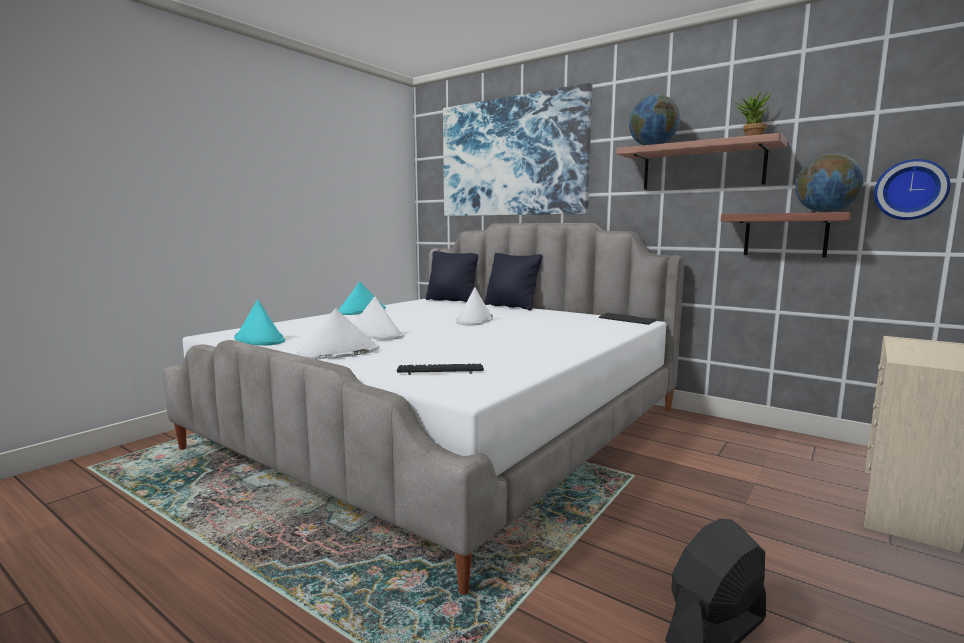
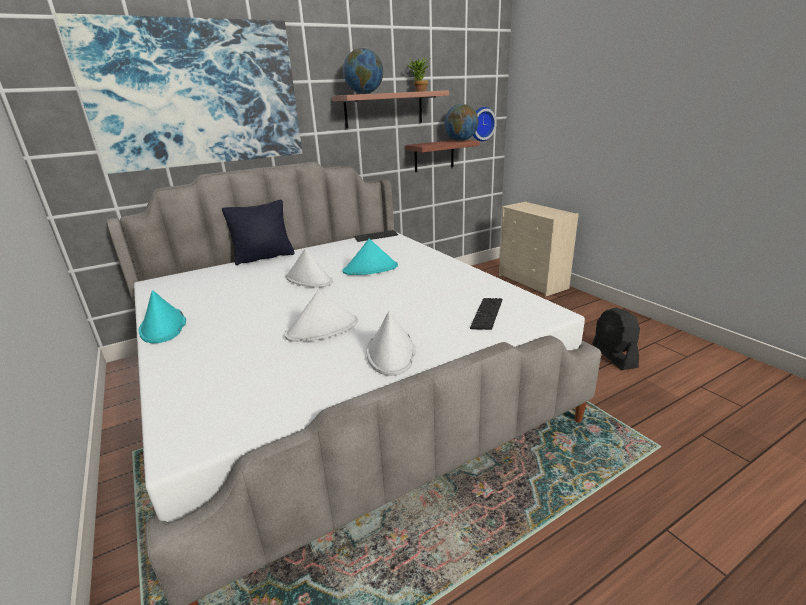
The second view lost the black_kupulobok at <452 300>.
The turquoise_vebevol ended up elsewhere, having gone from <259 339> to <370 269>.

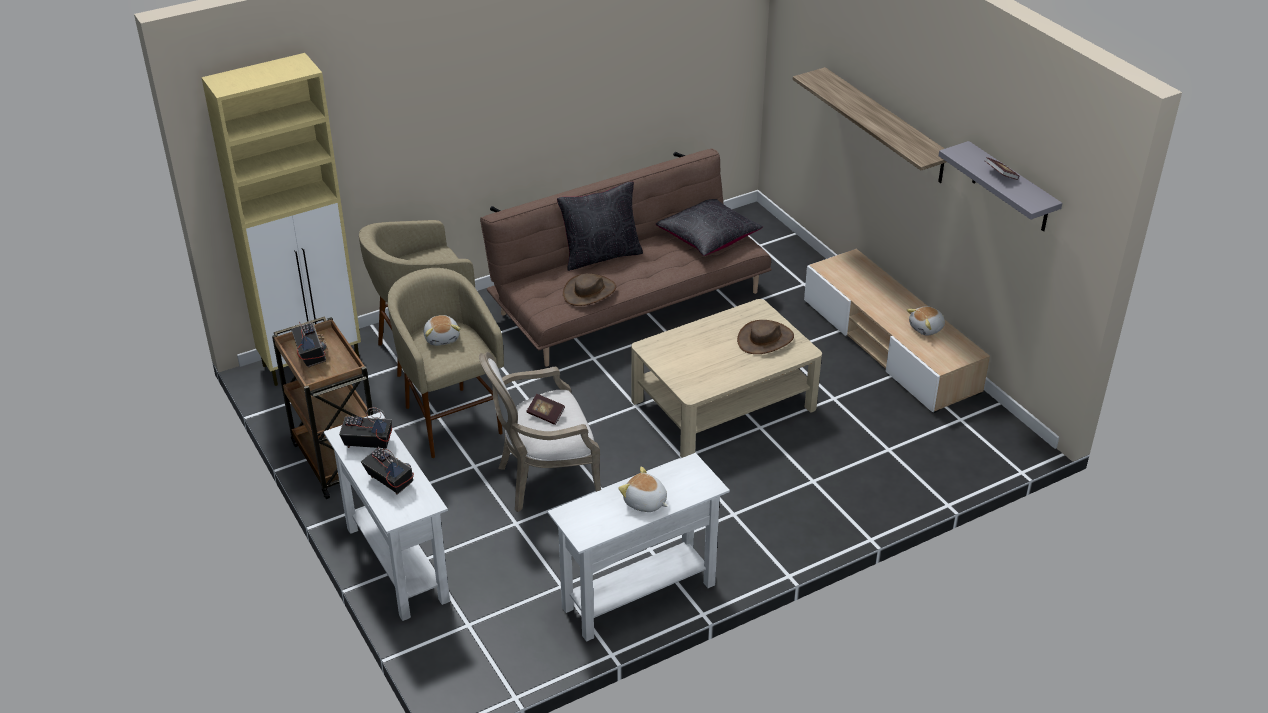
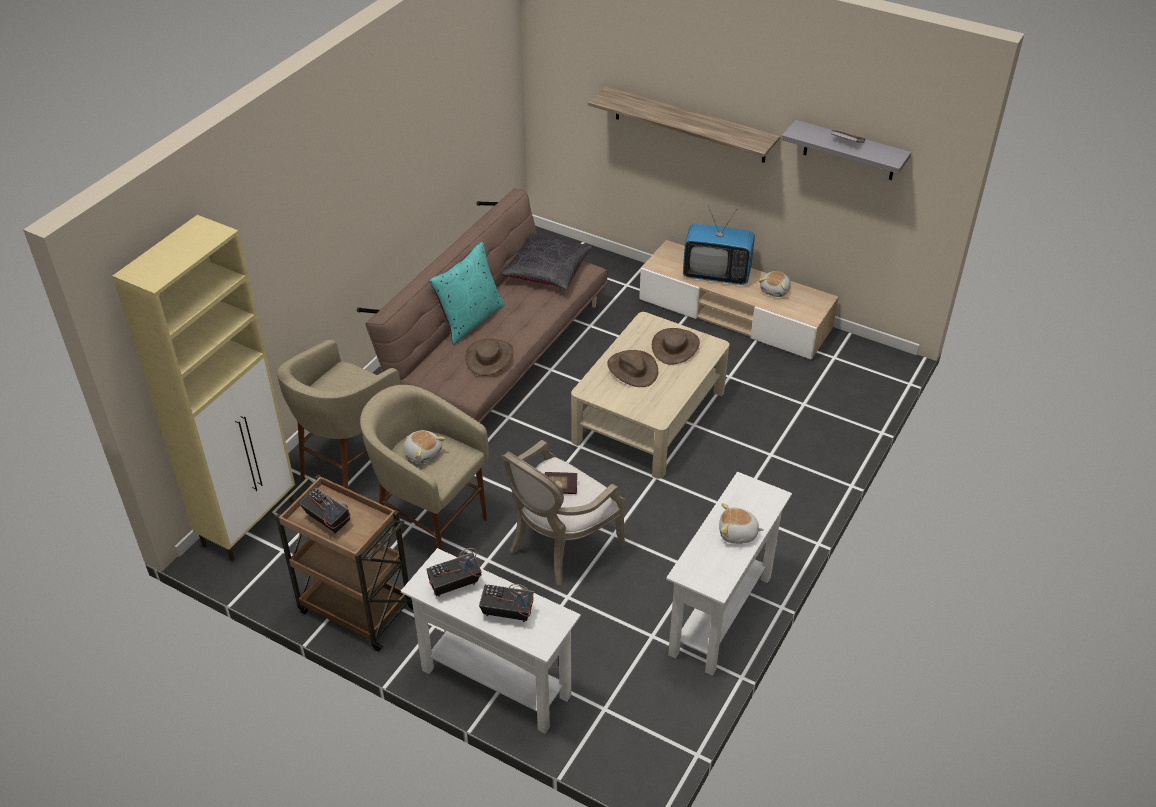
The second view gained the brown_vebevol at <632 369>.
The second view gained the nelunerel at <716 274>.
What was the black_kupulobok at <601 256> turned into the turquoise_kupulobok at <470 320>.

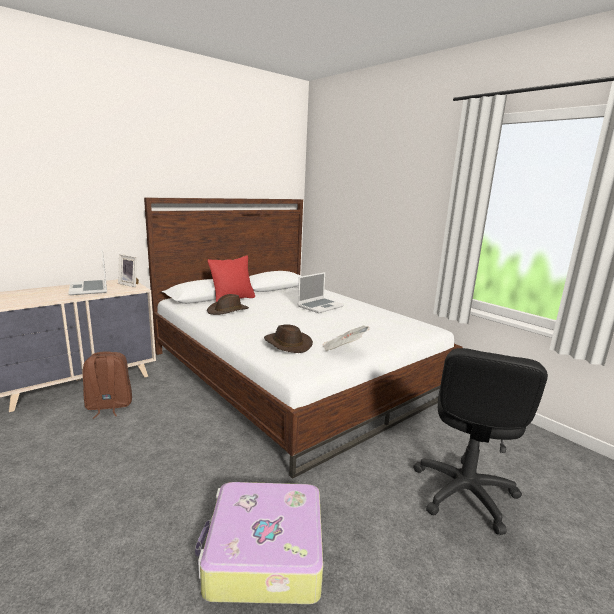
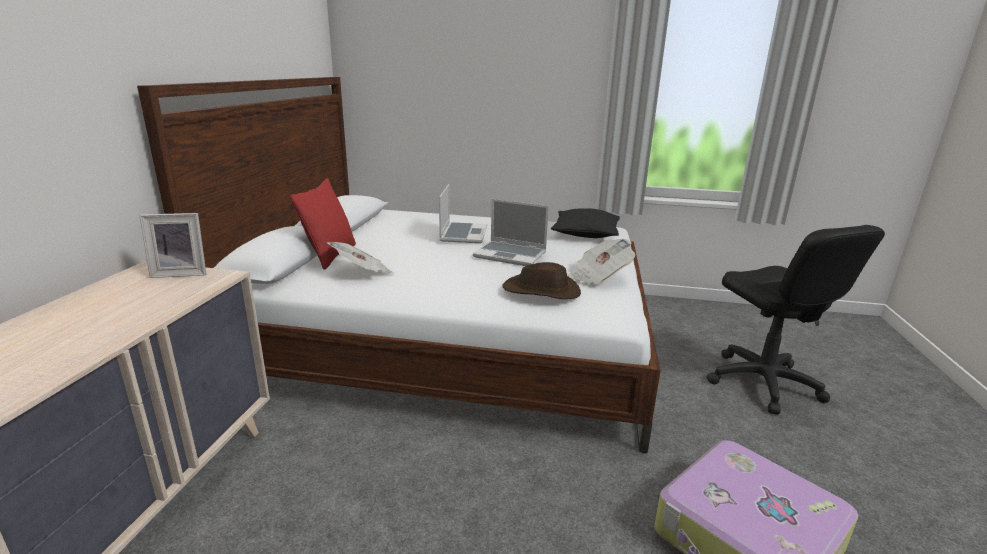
The second view lost the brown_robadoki at <108 406>.
The second view gained the black_kupulobok at <585 234>.
The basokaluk ended up elsewhere, having gone from <89 289> to <511 255>.
Where the brown_vebevol stood at <228 310>, the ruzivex came to stand at <363 273>.

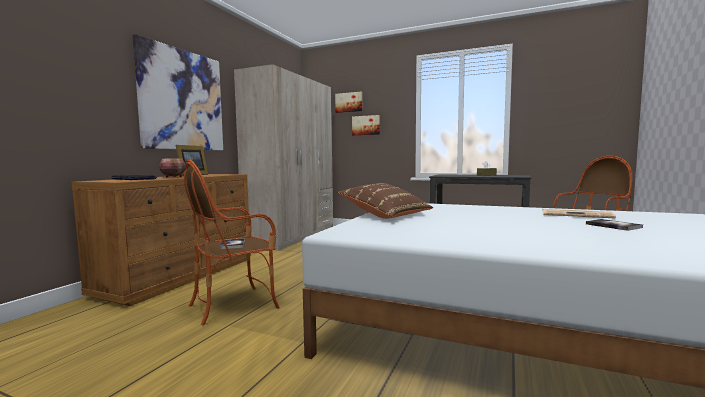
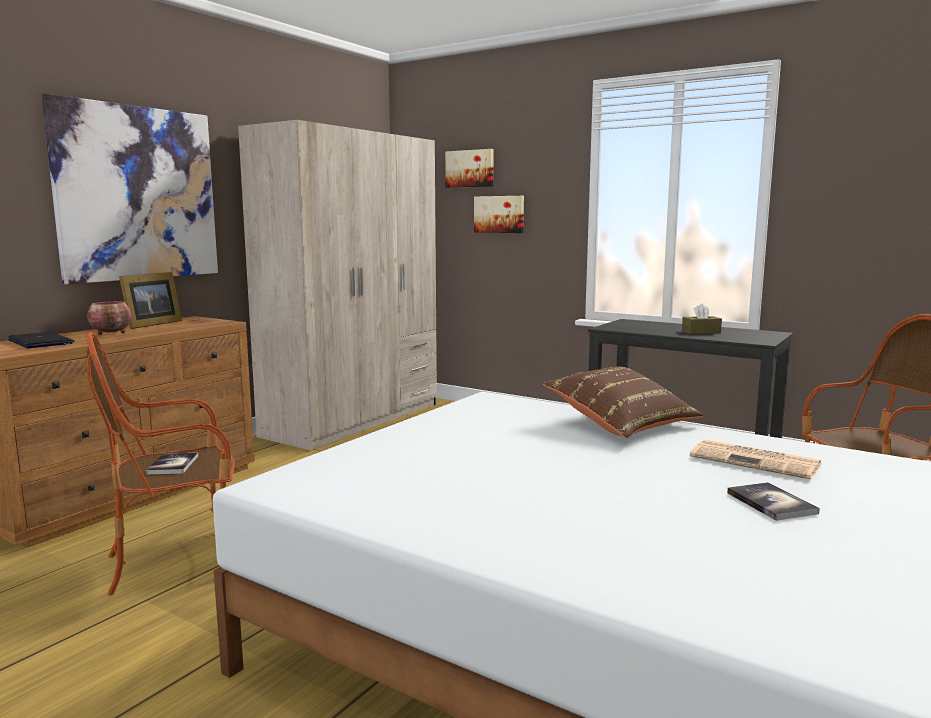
The brown_kupulobok ended up elsewhere, having gone from <385 215> to <620 423>.

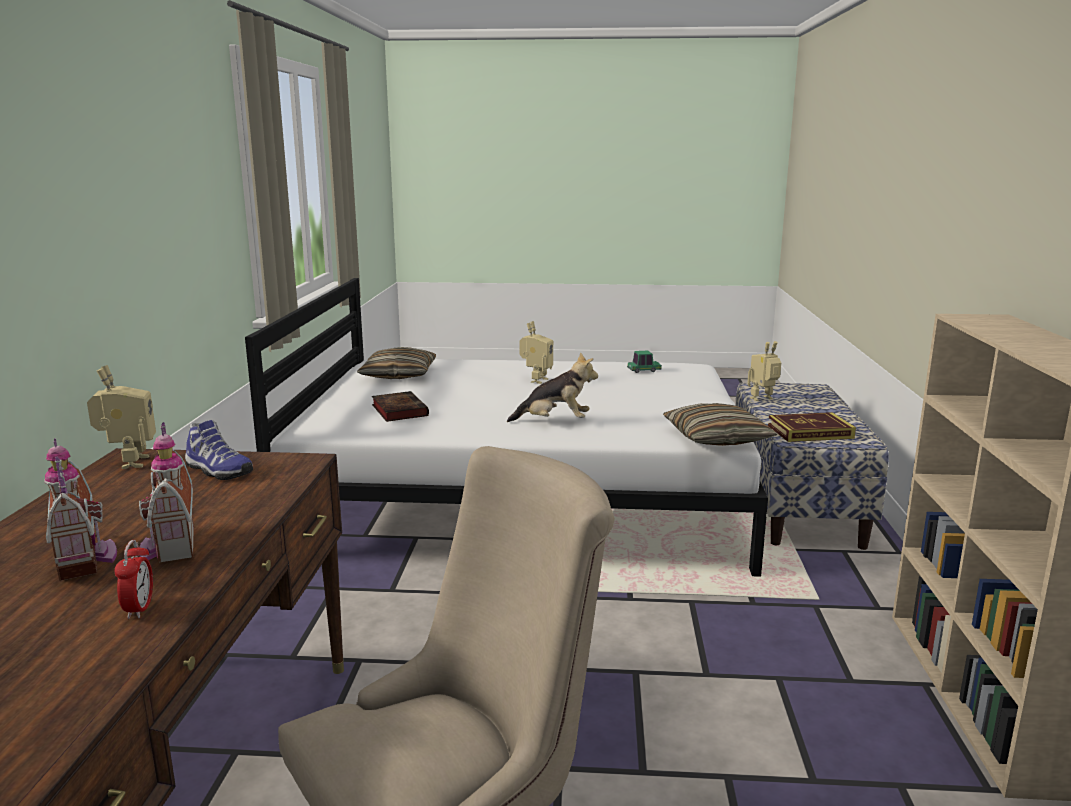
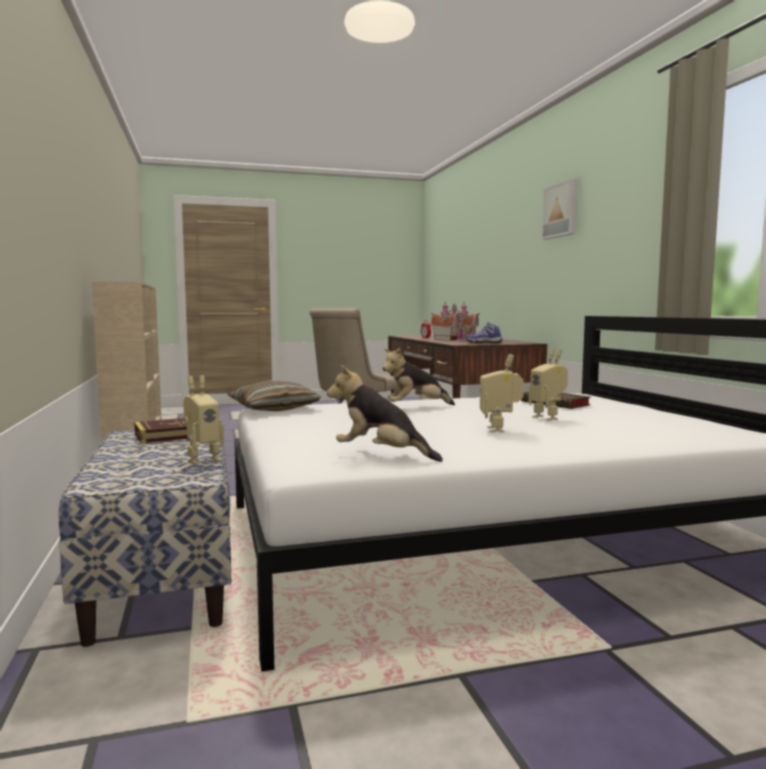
The second view lost the kupulobok at <399 374>.
The second view gained the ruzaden at <561 210>.
The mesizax ended up elsewhere, having gone from <129 462> to <548 417>.
Where the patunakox stood at <644 370>, the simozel came to stand at <381 455>.

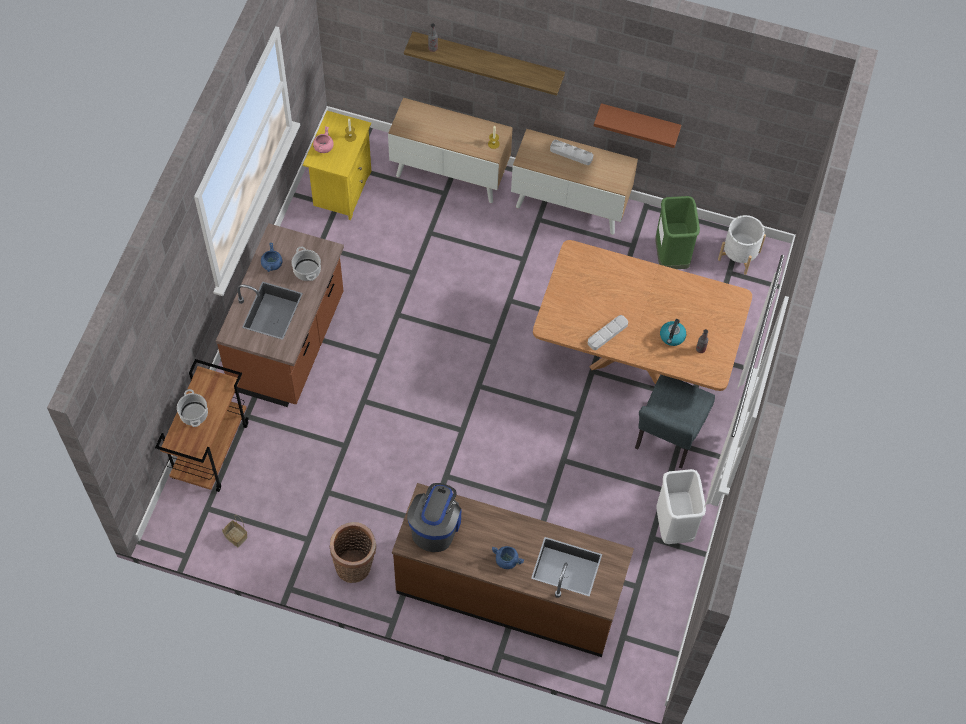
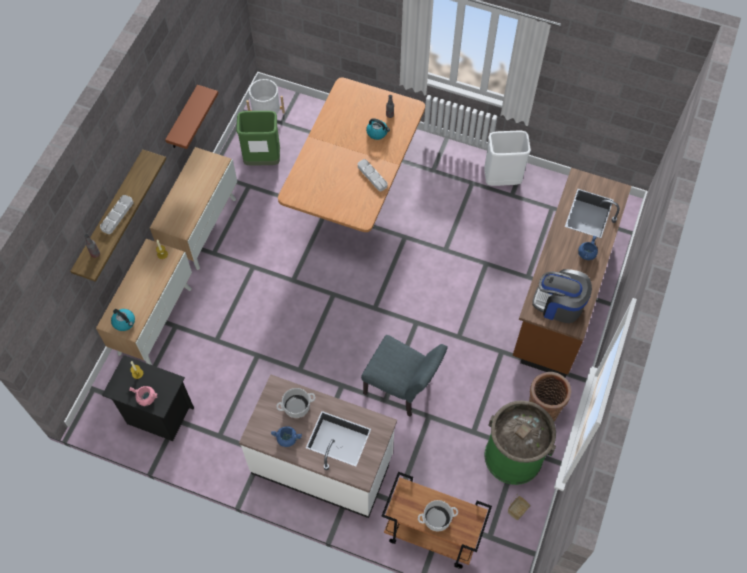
The second view gained the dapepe at <124 322>.
The second view gained the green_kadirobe at <513 456>.
The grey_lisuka ended up elsewhere, having gone from <571 154> to <117 216>.
The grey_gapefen ended up elsewhere, having gone from <667 439> to <402 389>.
What was the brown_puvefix at <289 343> turned into the white_puvefix at <322 463>.
What was the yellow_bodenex at <341 189> turned into the black_bodenex at <158 415>.

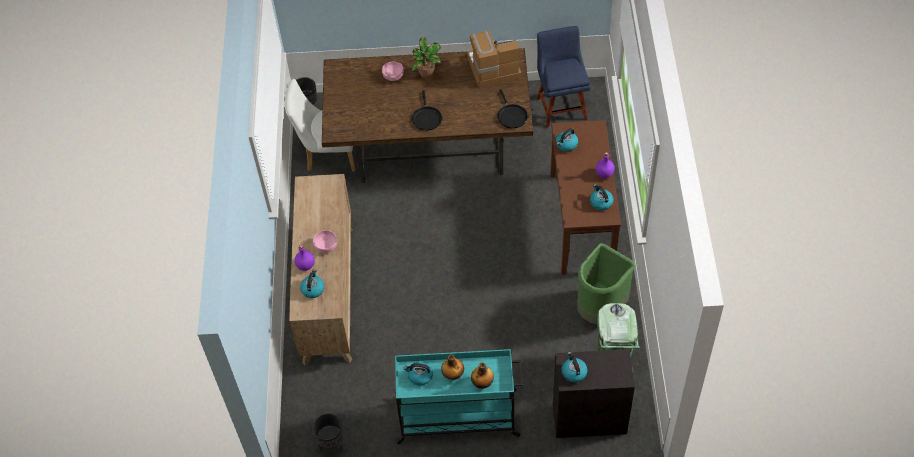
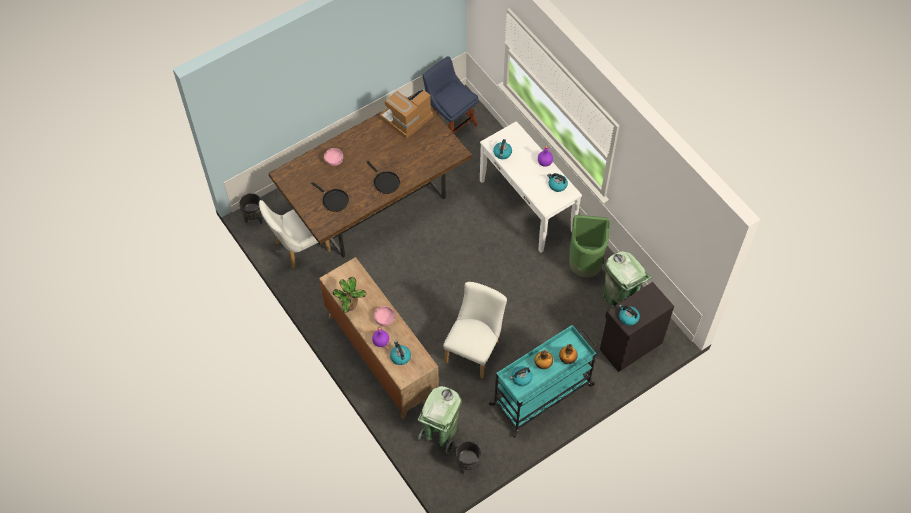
The second view gained the green_kadirobe at <440 433>.
The second view gained the white_gapefen at <475 348>.
The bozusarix ended up elsewhere, having gone from <426 74> to <350 306>.
The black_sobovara ended up elsewhere, having gone from <511 116> to <334 200>.
What was the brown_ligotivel at <582 221> turned into the white_ligotivel at <527 205>.

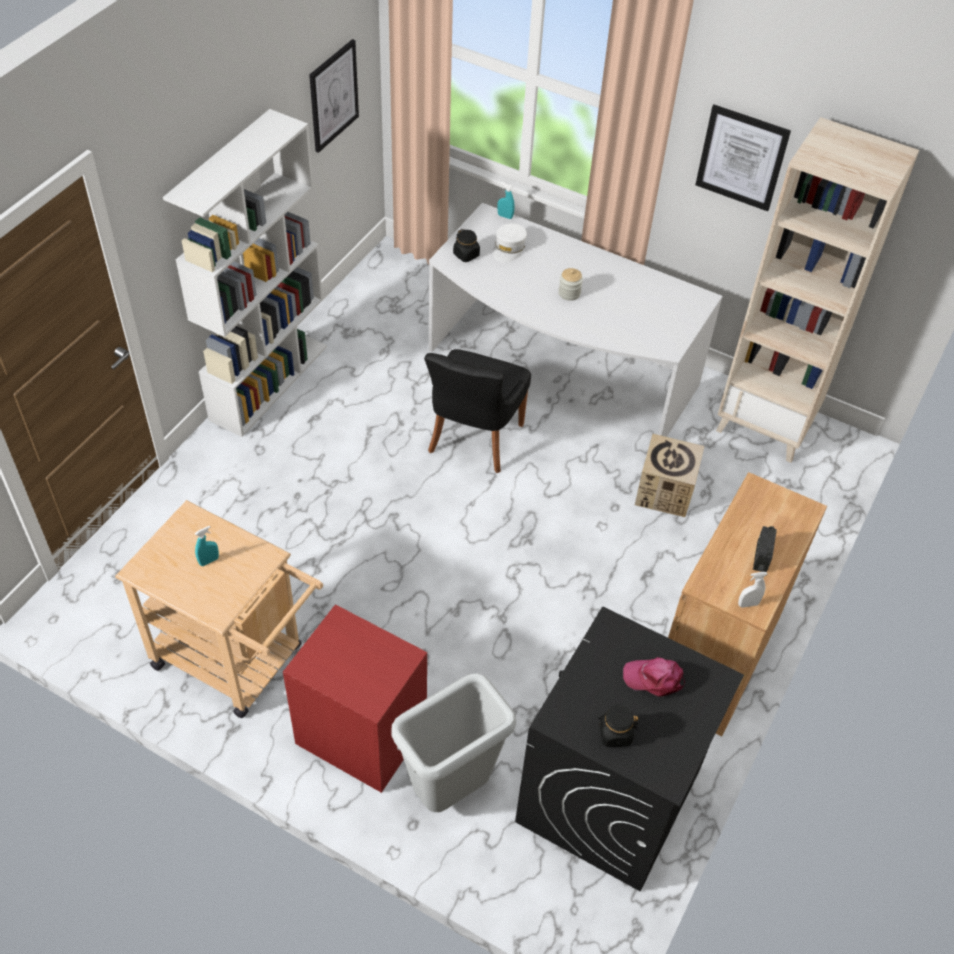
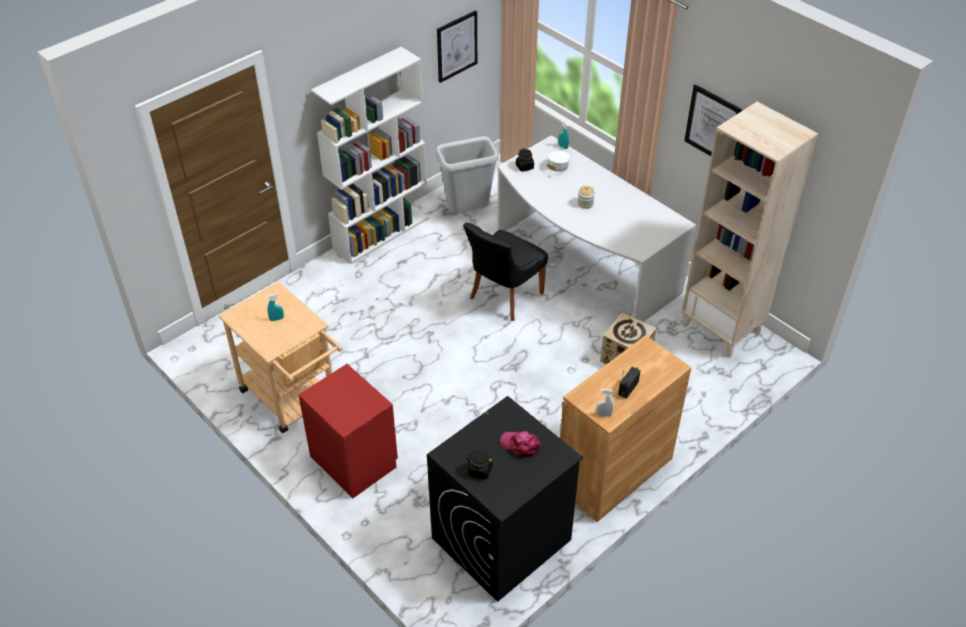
The grey_kadirobe ended up elsewhere, having gone from <450 789> to <468 212>.

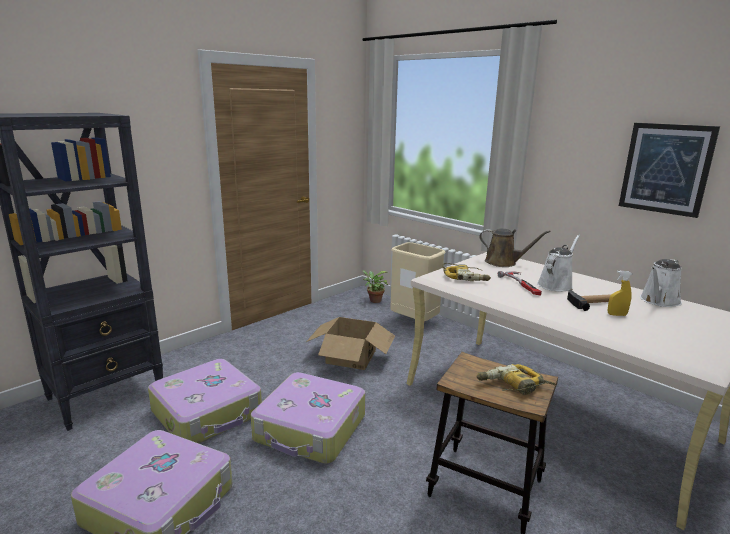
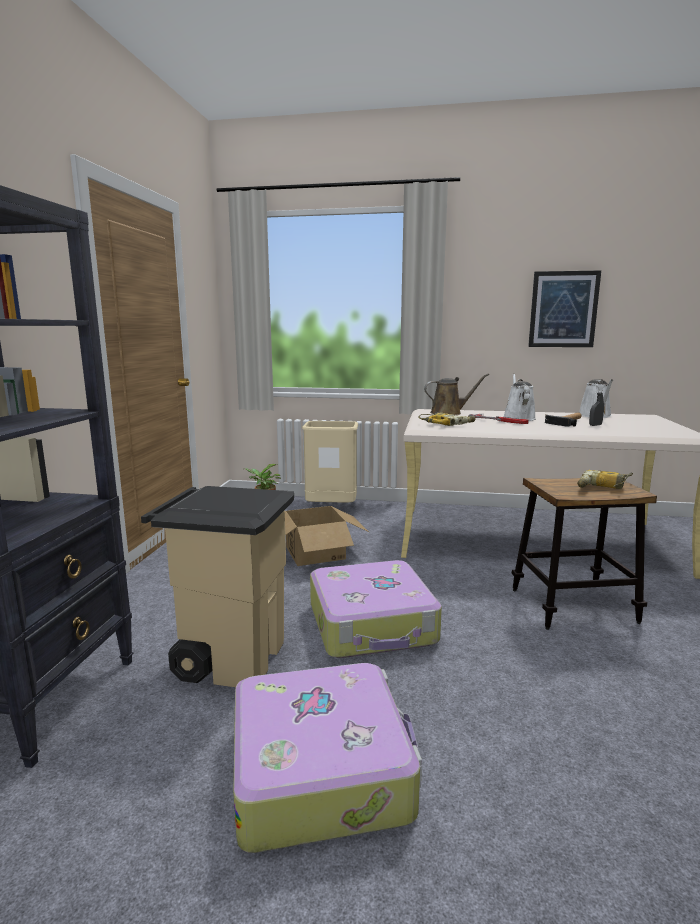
Where the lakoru stood at <208 413>, the beige_kadirobe came to stand at <232 657>.
What was the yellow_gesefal at <616 315> turned into the grey_gesefal at <595 425>.

